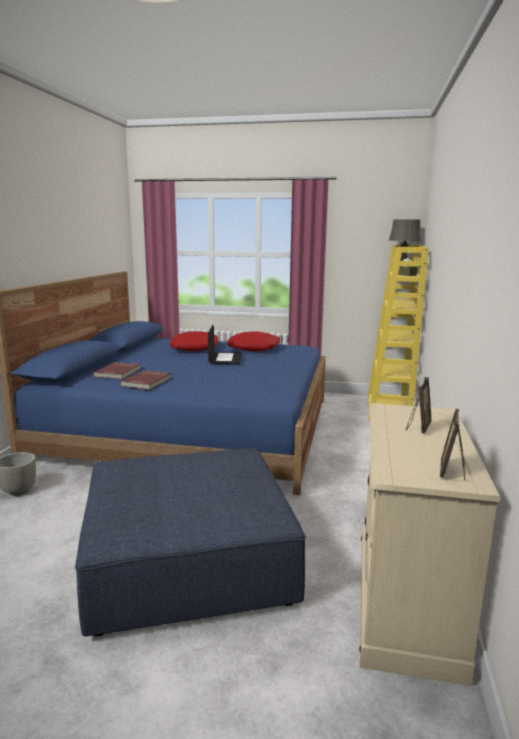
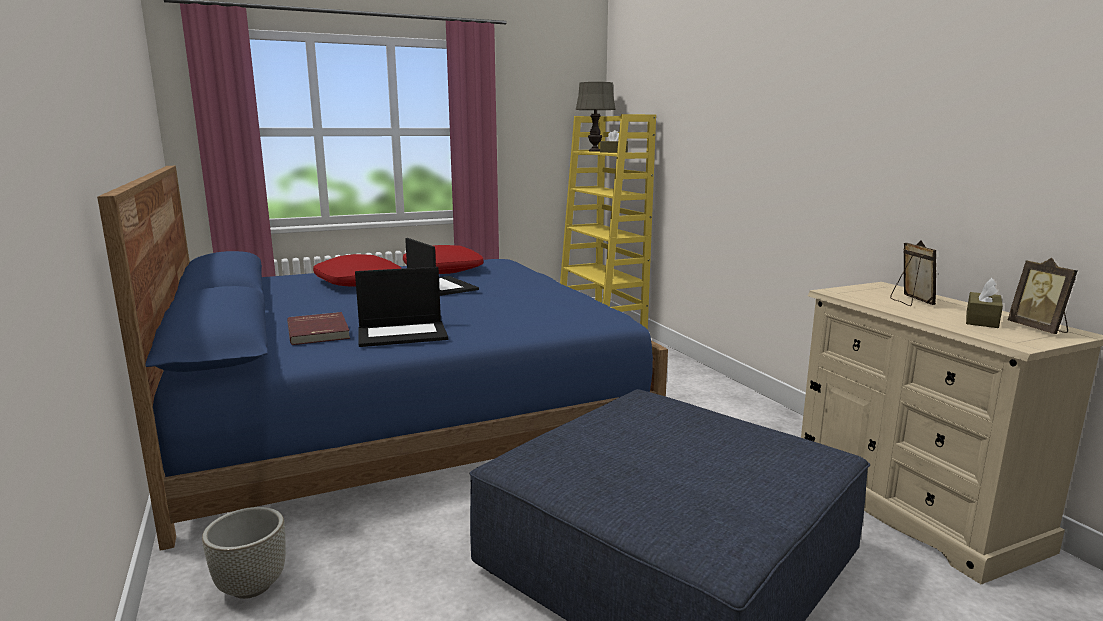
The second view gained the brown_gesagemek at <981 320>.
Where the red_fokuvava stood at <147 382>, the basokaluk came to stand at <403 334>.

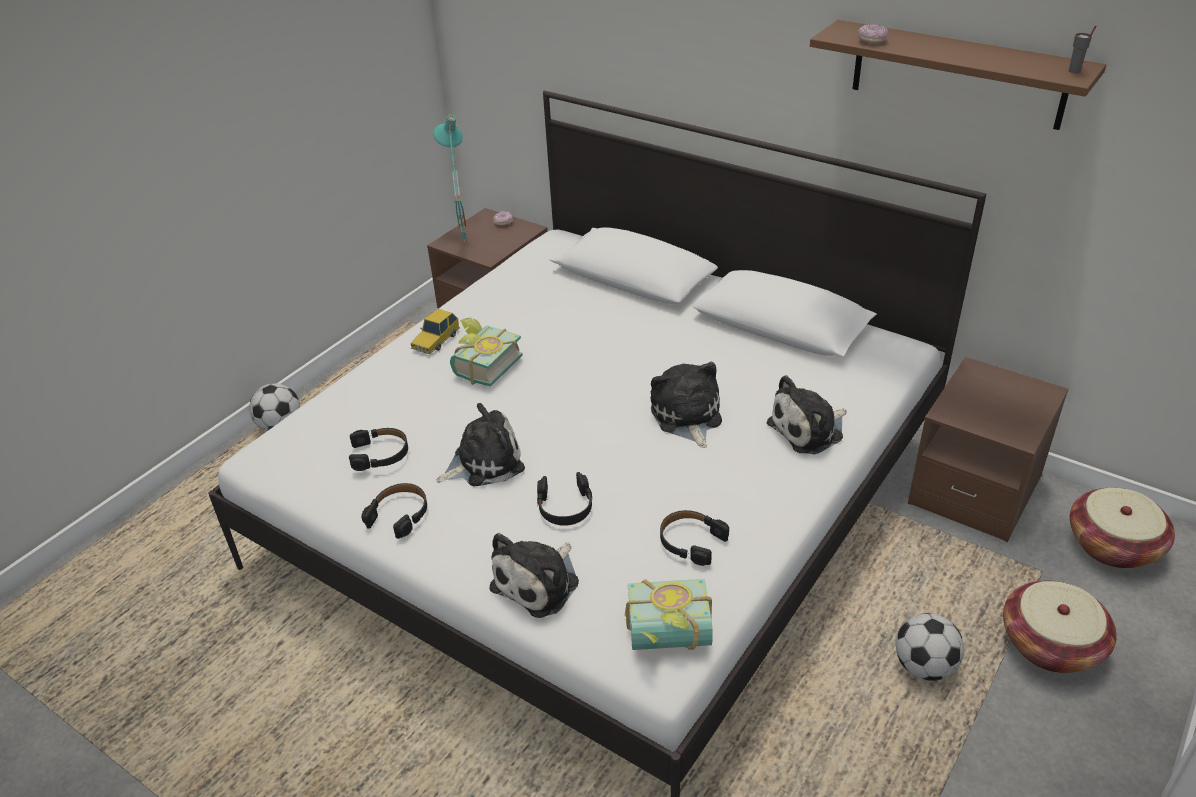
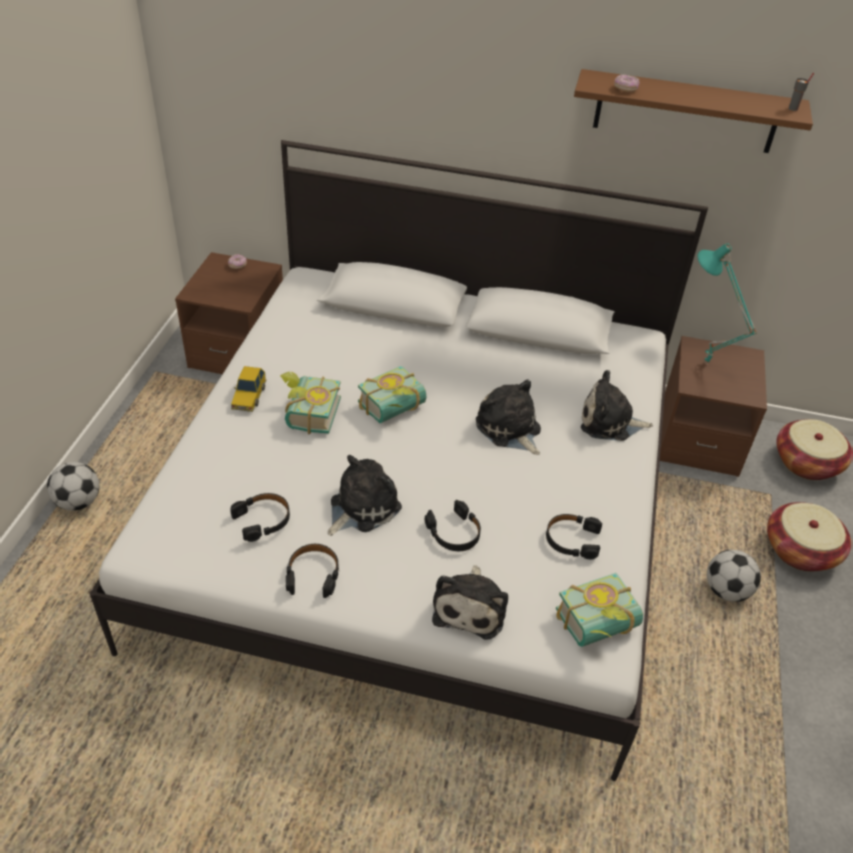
The second view gained the fokuvava at <395 410>.
The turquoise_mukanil ended up elsewhere, having gone from <462 241> to <703 363>.
The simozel at <809 430> ended up facing another way, 60 degrees clockwise from before.

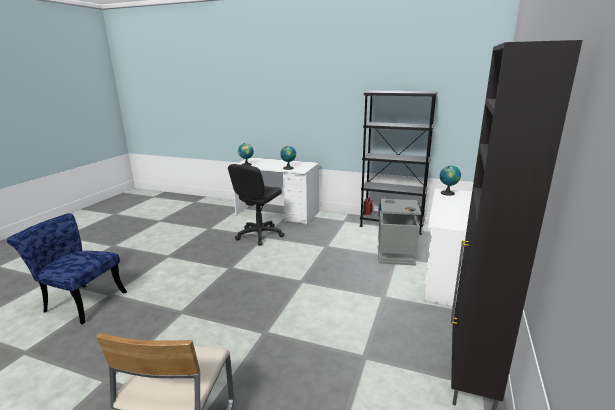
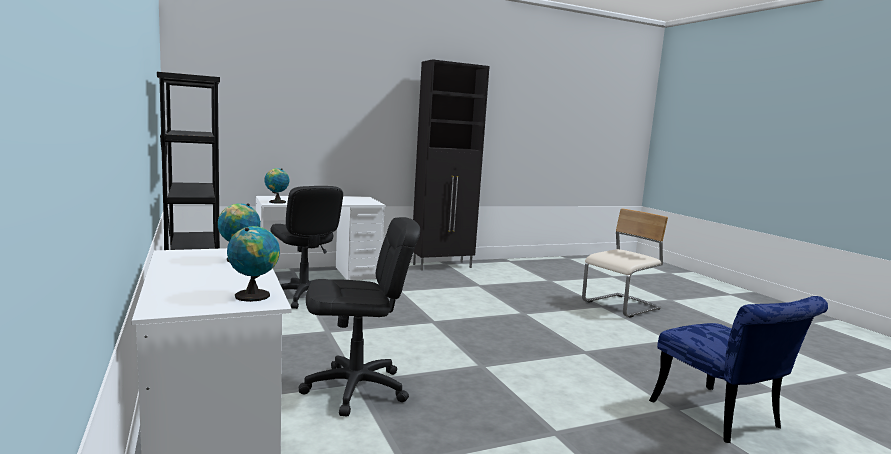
Where the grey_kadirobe stood at <395 255>, the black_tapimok came to stand at <303 297>.

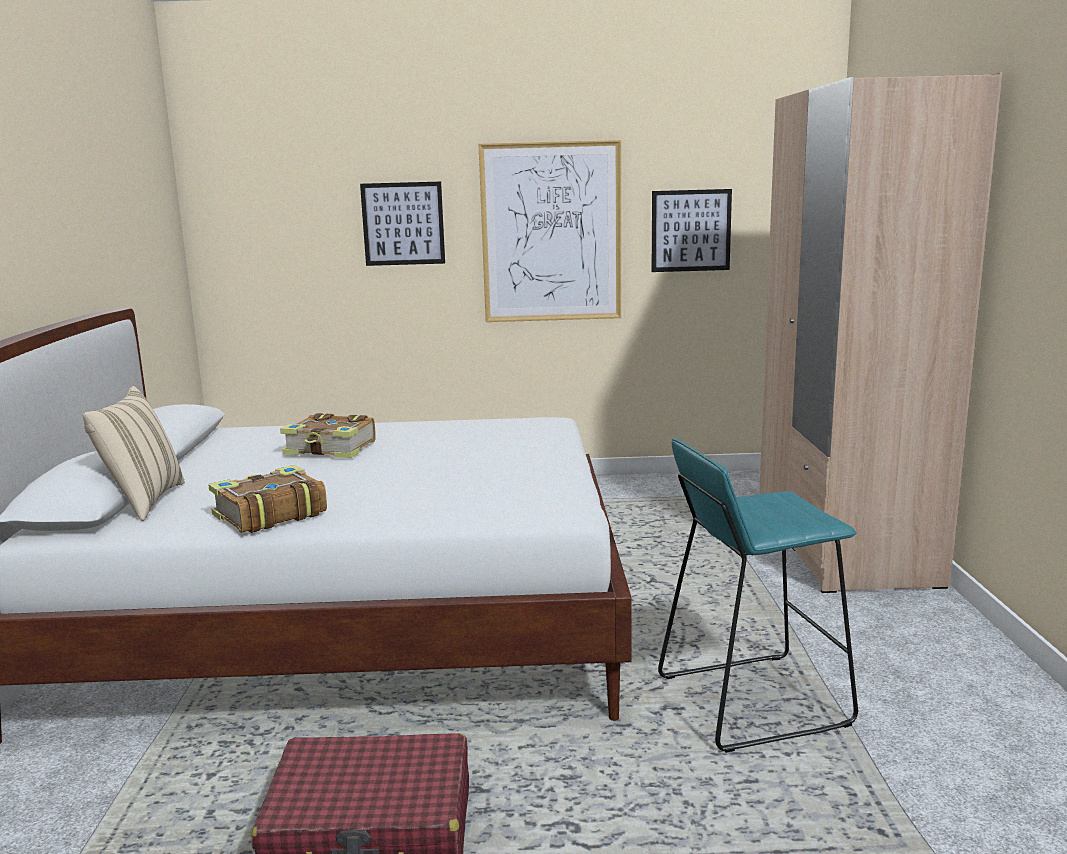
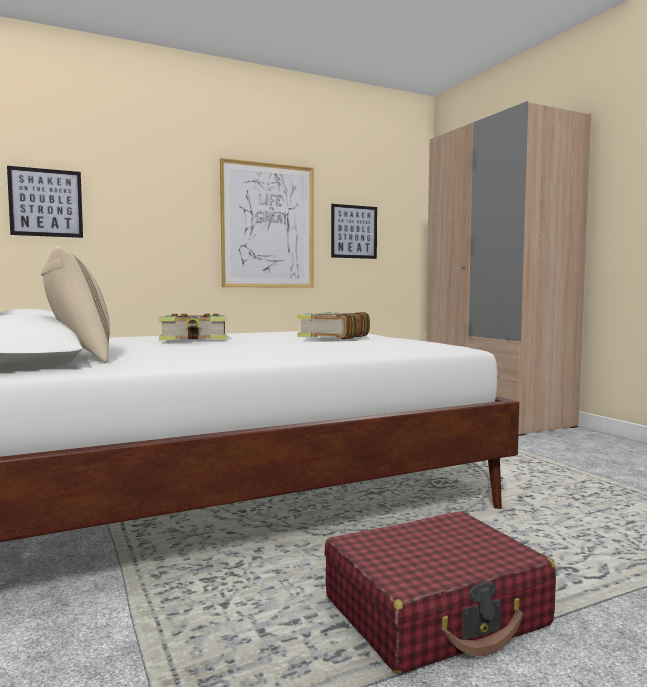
The second view lost the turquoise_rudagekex at <751 700>.
The fokuvava ended up elsewhere, having gone from <268 514> to <333 336>.
The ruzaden ended up elsewhere, having gone from <403 224> to <46 202>.

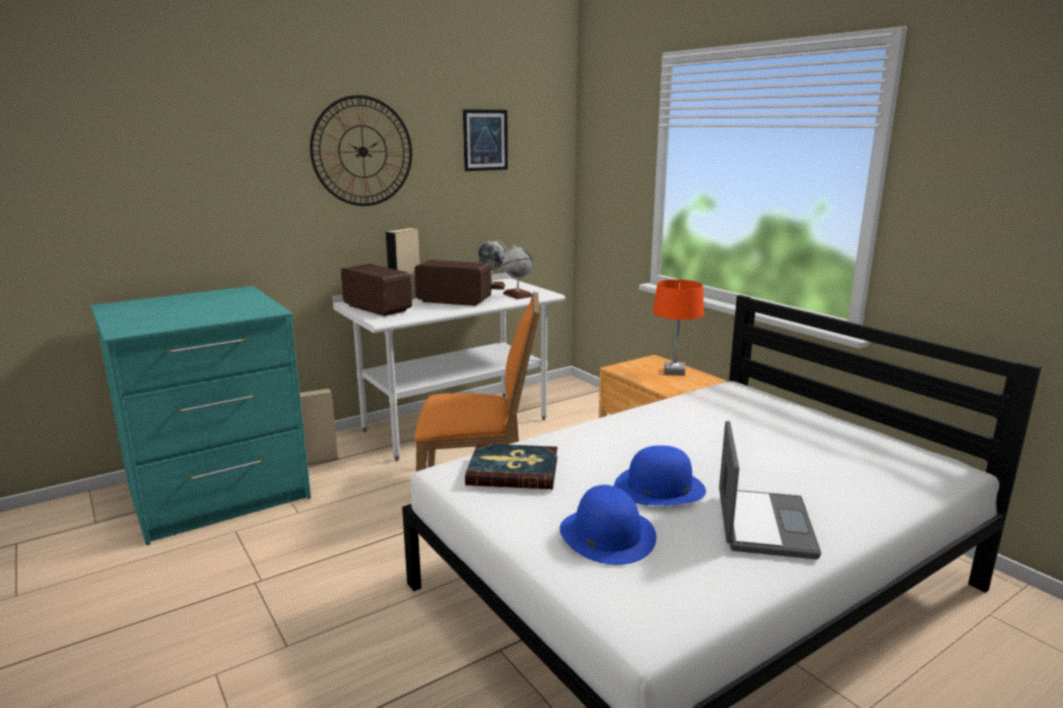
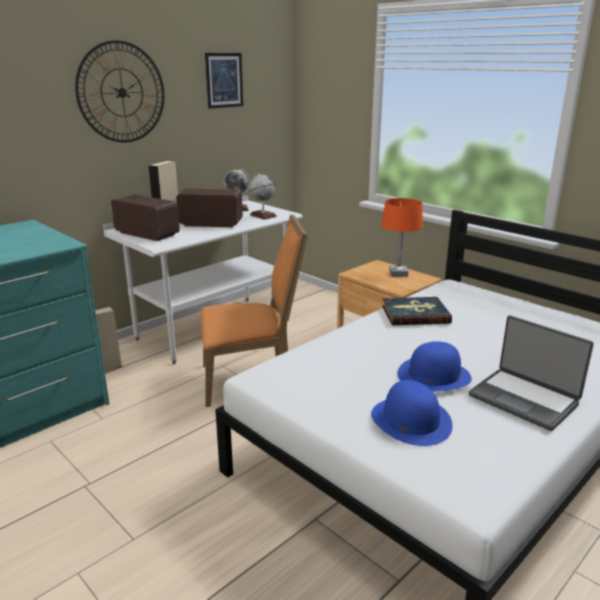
The fokuvava ended up elsewhere, having gone from <513 471> to <415 314>.
The basokaluk at <762 524> ended up facing another way, 135 degrees clockwise from before.

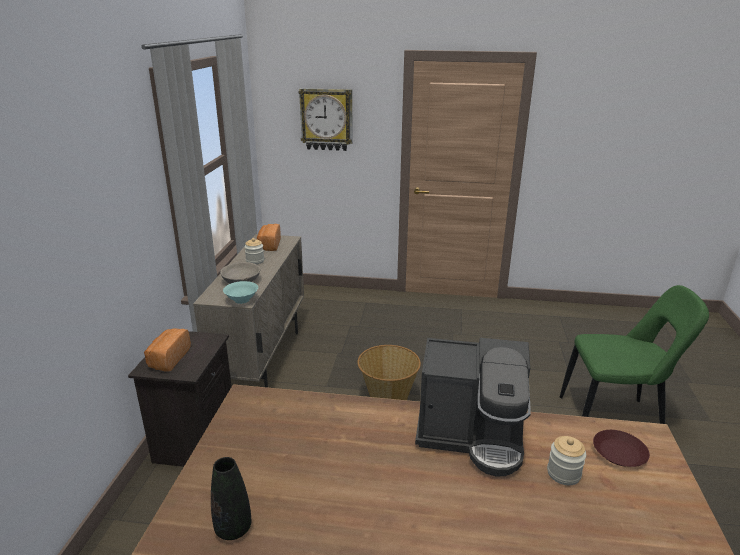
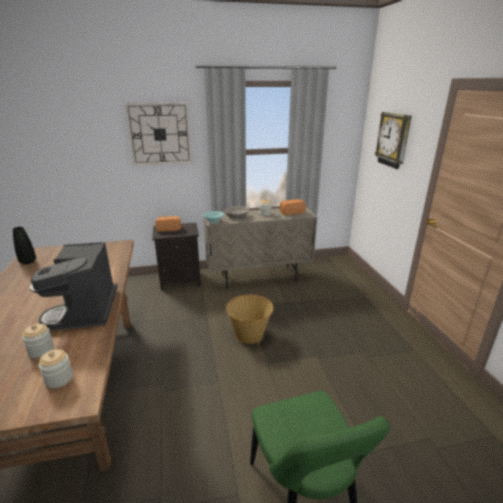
The second view gained the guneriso at <160 134>.
Where the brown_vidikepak stood at <619 453>, the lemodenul came to stand at <59 379>.

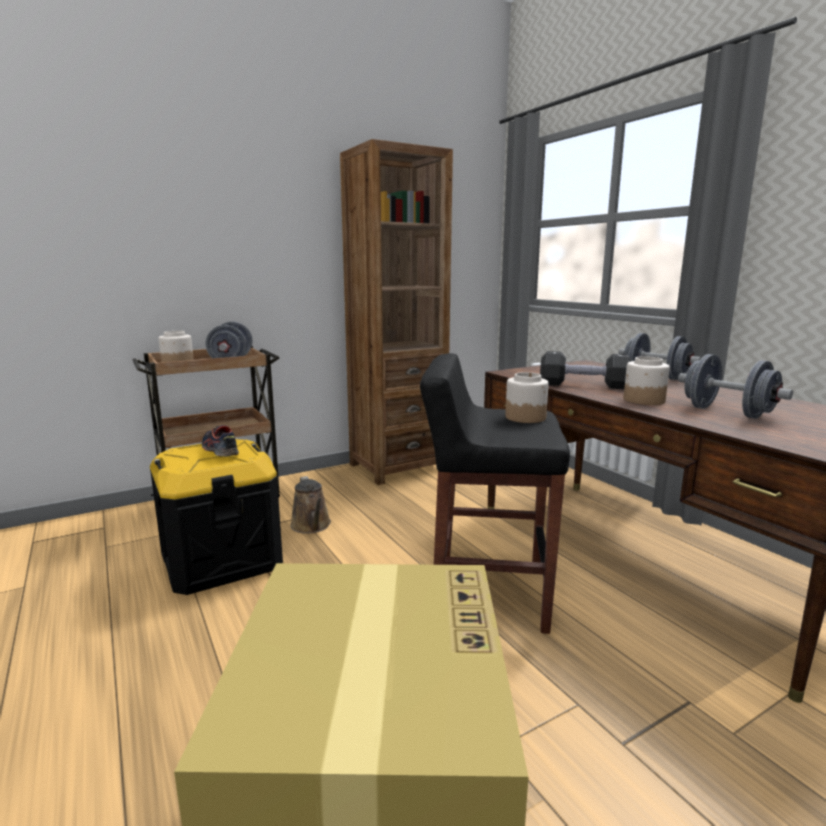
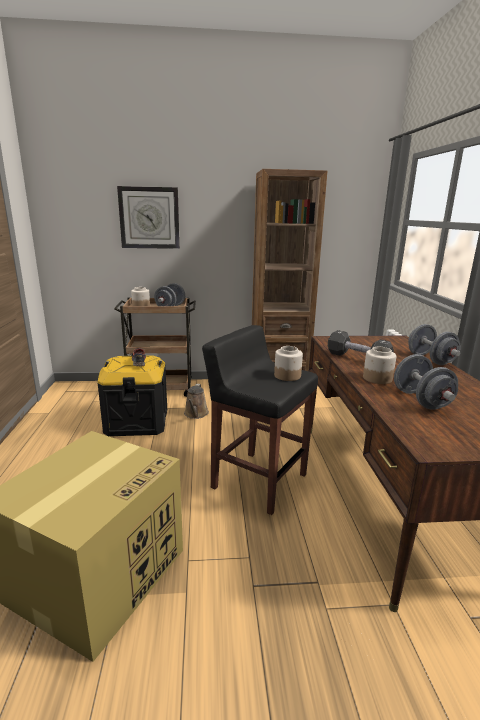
The second view gained the guneriso at <149 218>.

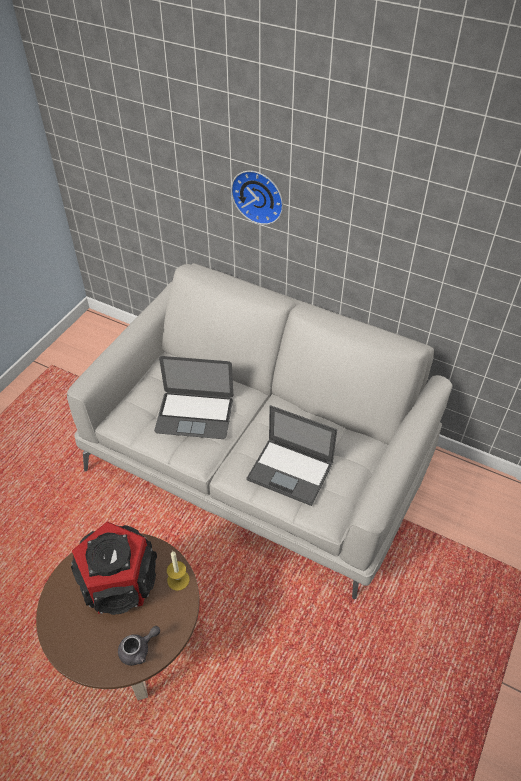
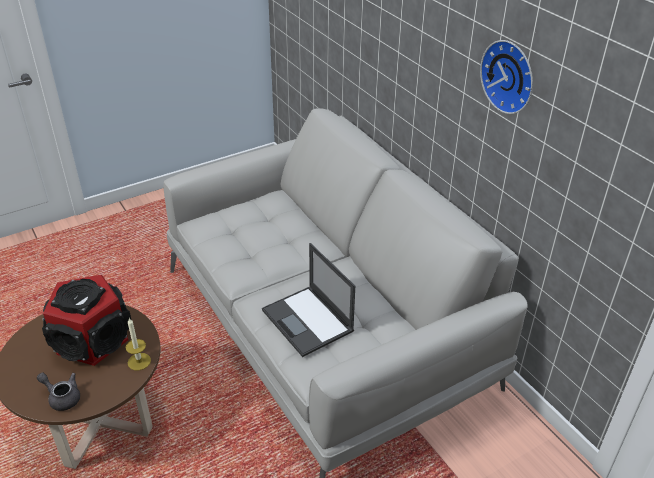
The second view lost the basokaluk at <194 415>.
The guneriso ended up elsewhere, having gone from <259 195> to <510 76>.
The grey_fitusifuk at <139 649> ended up facing another way, 150 degrees counterclockwise from before.

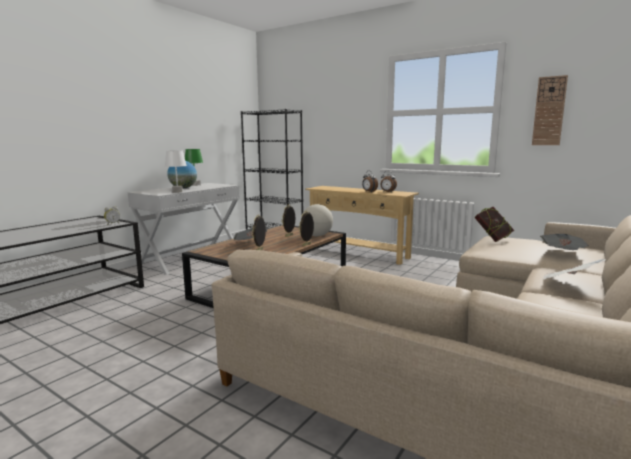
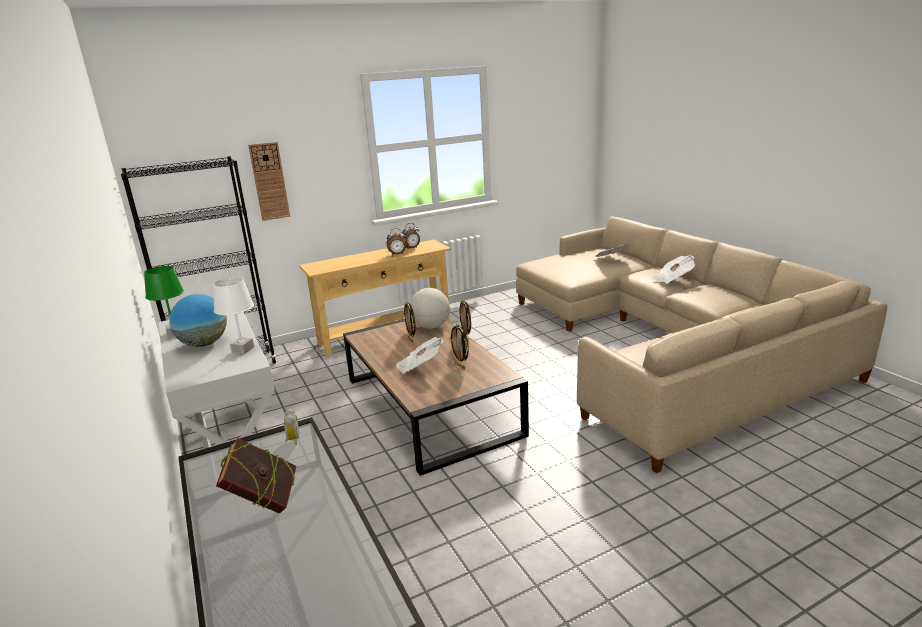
The fokuvava ended up elsewhere, having gone from <492 239> to <264 503>.
The guneriso ended up elsewhere, having gone from <549 111> to <269 181>.

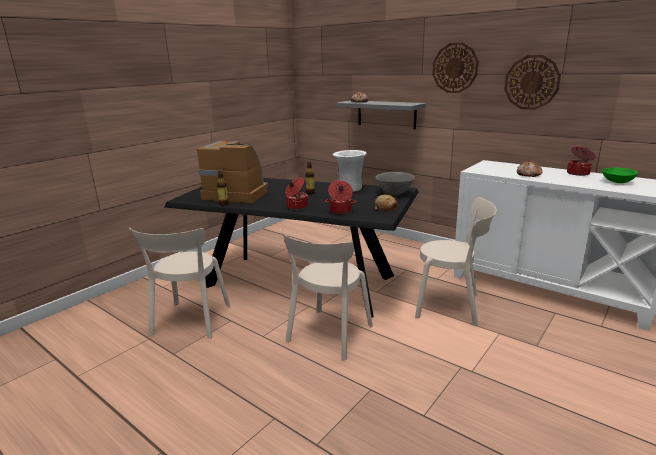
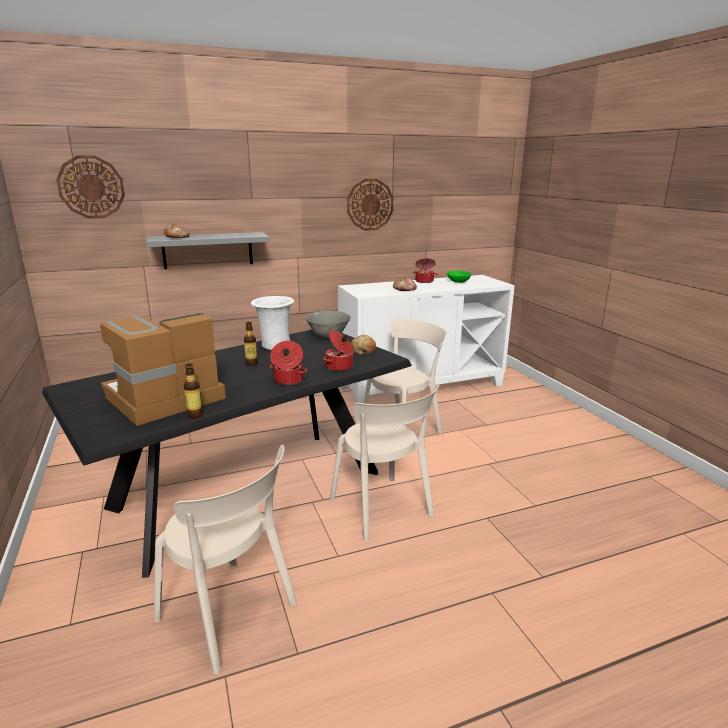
The guneriso ended up elsewhere, having gone from <455 68> to <91 187>.

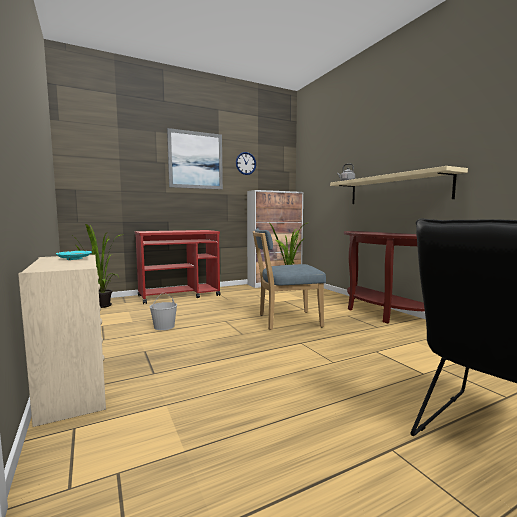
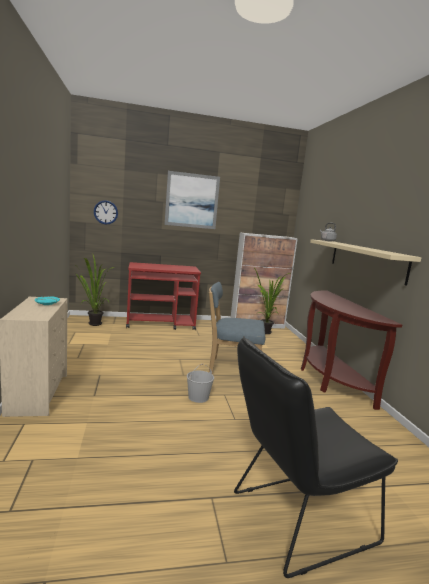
The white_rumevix ended up elsewhere, having gone from <164 327> to <198 397>.
The guneriso ended up elsewhere, having gone from <245 163> to <106 212>.

